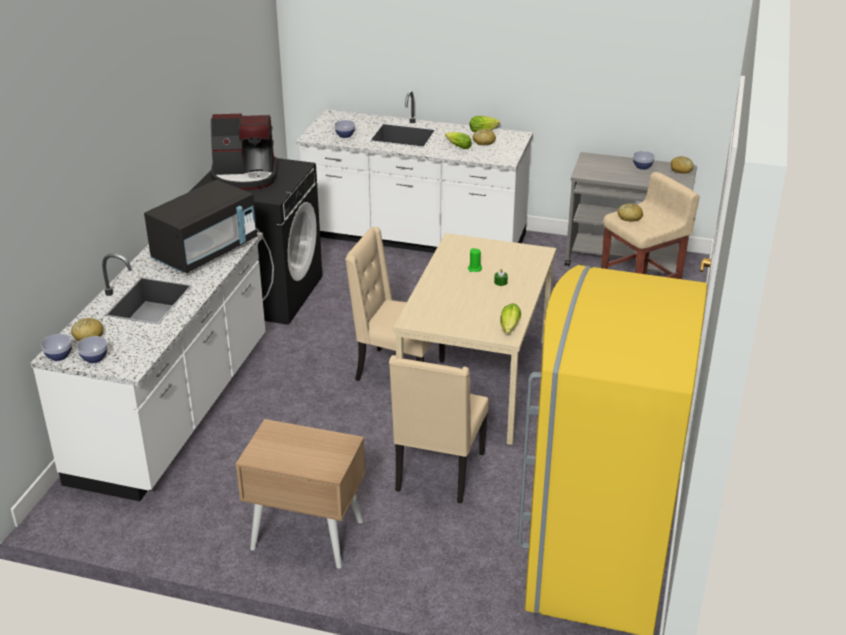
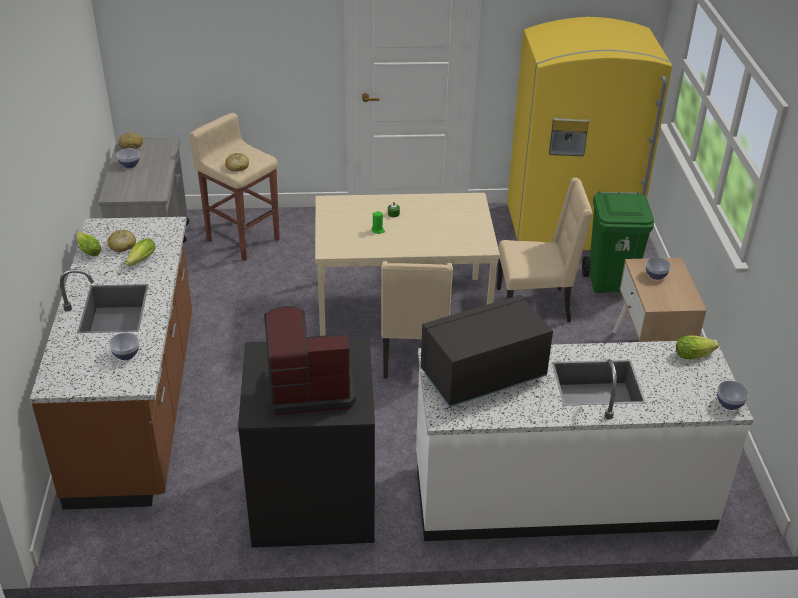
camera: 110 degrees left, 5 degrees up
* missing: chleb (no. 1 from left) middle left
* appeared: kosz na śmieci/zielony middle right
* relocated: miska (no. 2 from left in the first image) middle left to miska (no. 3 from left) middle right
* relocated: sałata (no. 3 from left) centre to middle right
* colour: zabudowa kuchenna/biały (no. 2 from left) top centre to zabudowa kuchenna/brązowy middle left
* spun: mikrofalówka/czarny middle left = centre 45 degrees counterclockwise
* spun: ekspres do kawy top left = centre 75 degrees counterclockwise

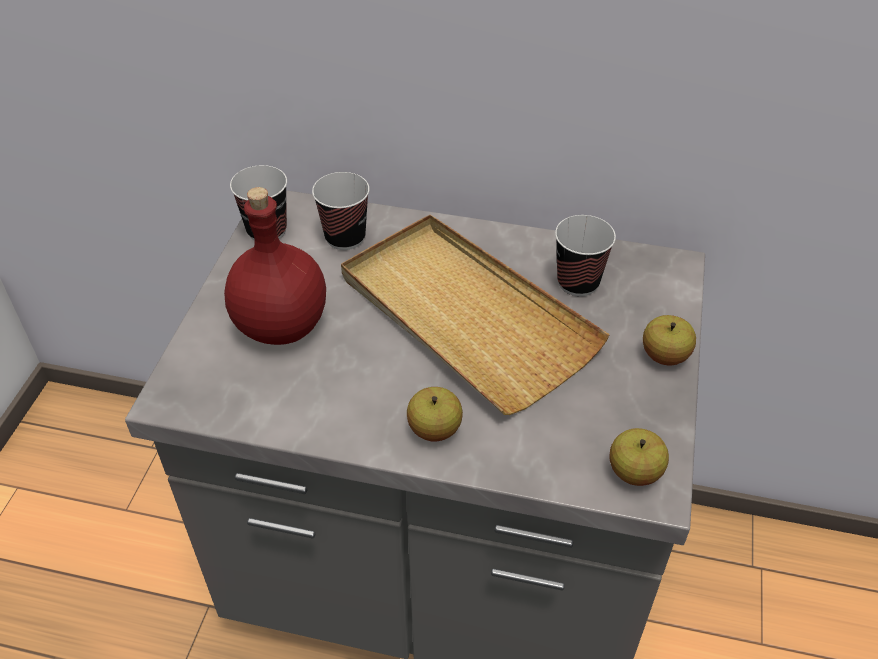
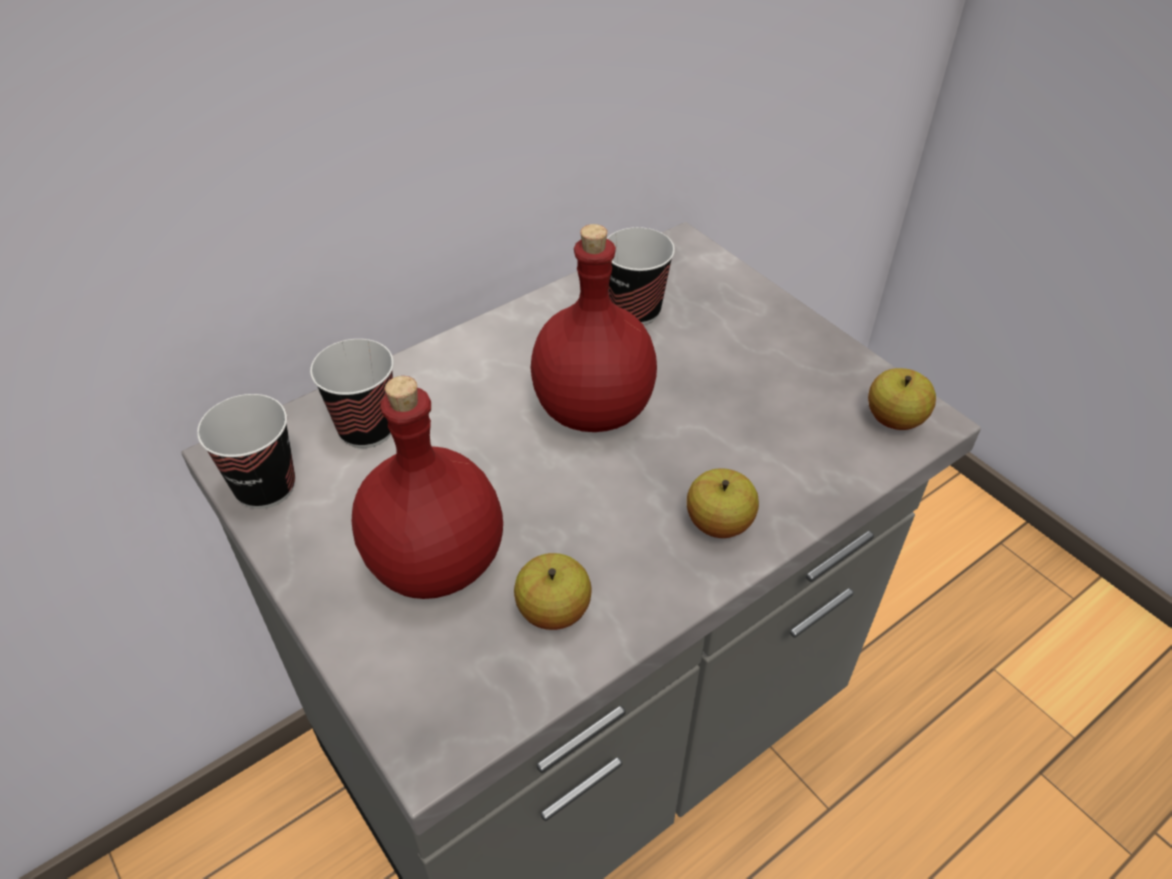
camera: 50 degrees left, 0 degrees up
* relocated: jabłko (no. 3 from left in the first image) middle right to jabłko (no. 1 from left) bottom centre
* exchanged: taca/beżowy centre to butelka/czerwony (no. 2 from left) centre

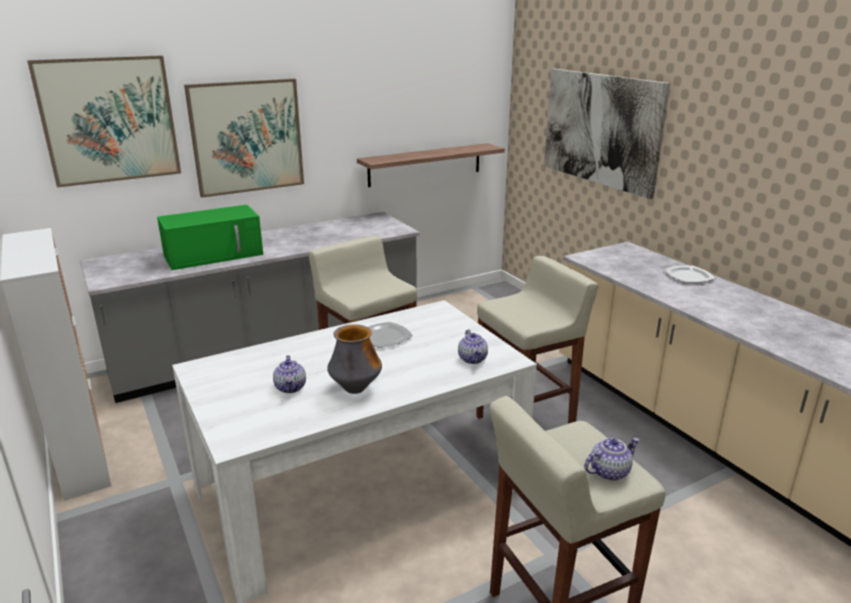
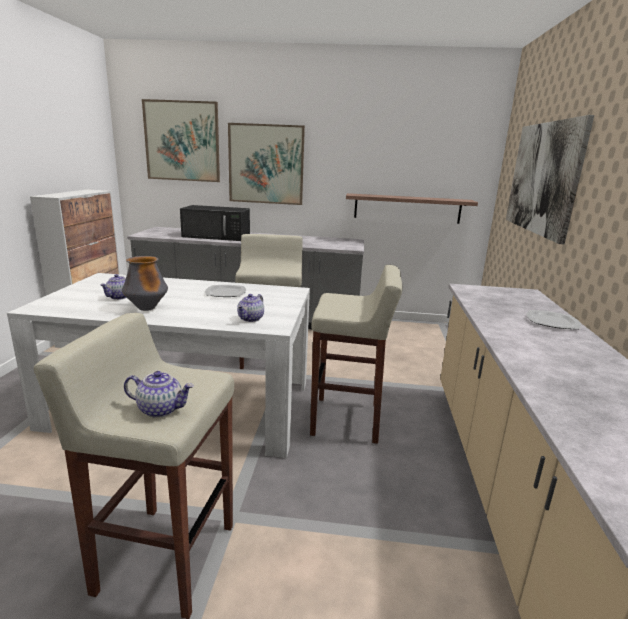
camera: 35 degrees right, 5 degrees down
* colour: mikrofalówka/zielony middle left to mikrofalówka/czarny centre

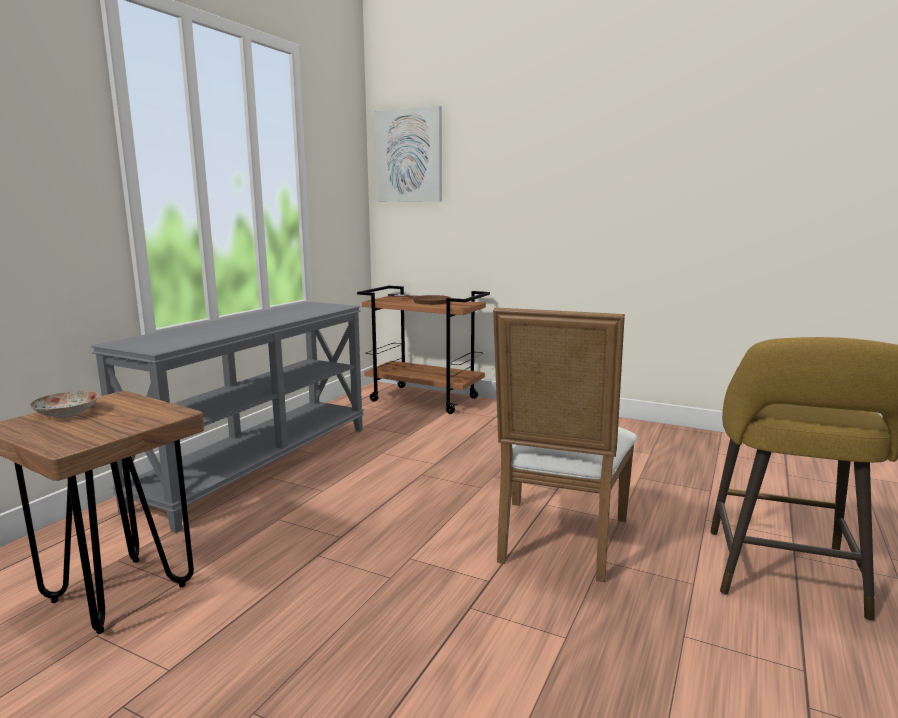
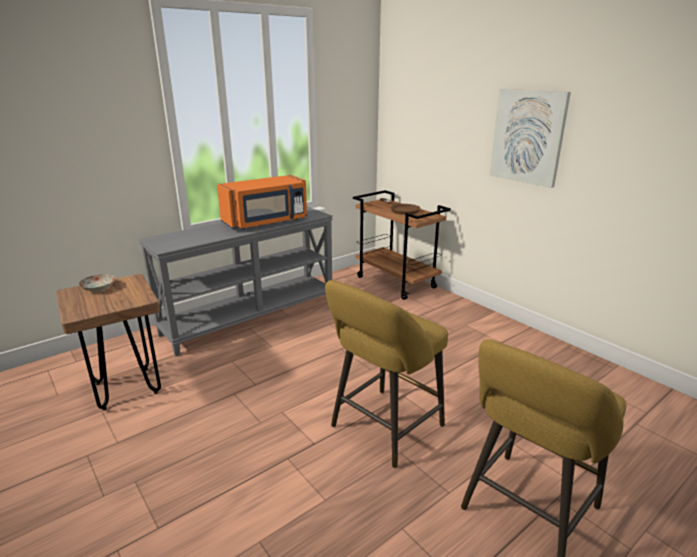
camera: 25 degrees right, 10 degrees up
* appeared: mikrofalówka/pomarańczowy centre
* relocated: obraz top centre to top right
* exchanged: krzesło/biały centre to stołek/żółty (no. 1 from left) bottom centre

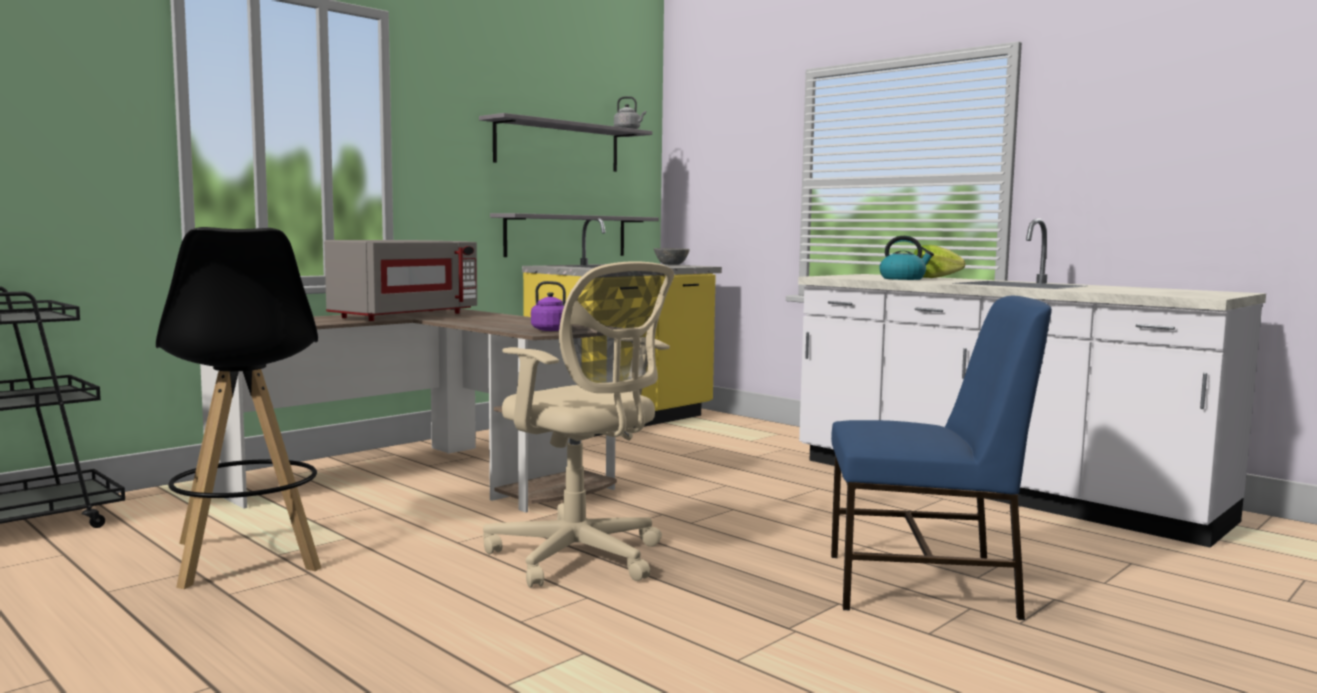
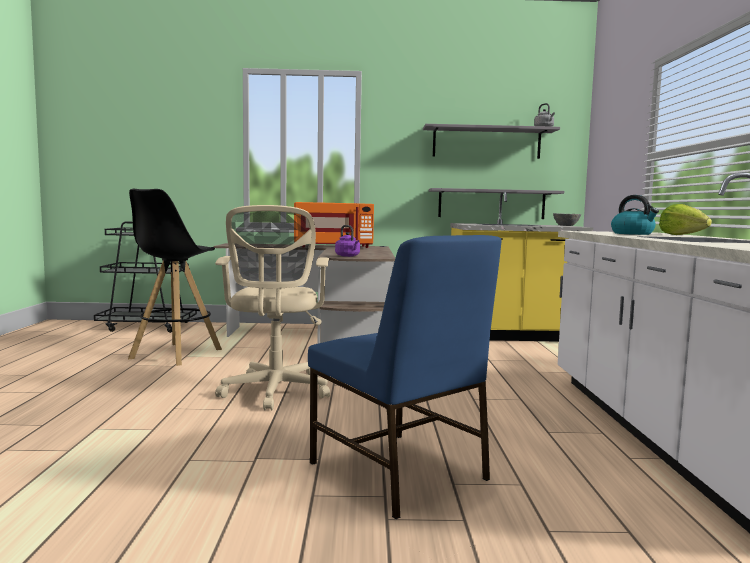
camera: 45 degrees right, 0 degrees up
* colour: mikrofalówka/szary middle left to mikrofalówka/pomarańczowy centre

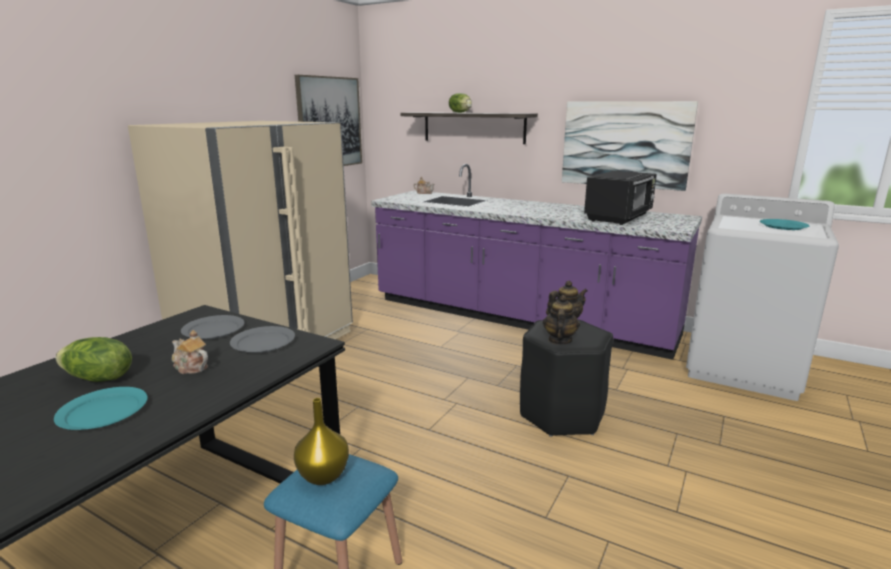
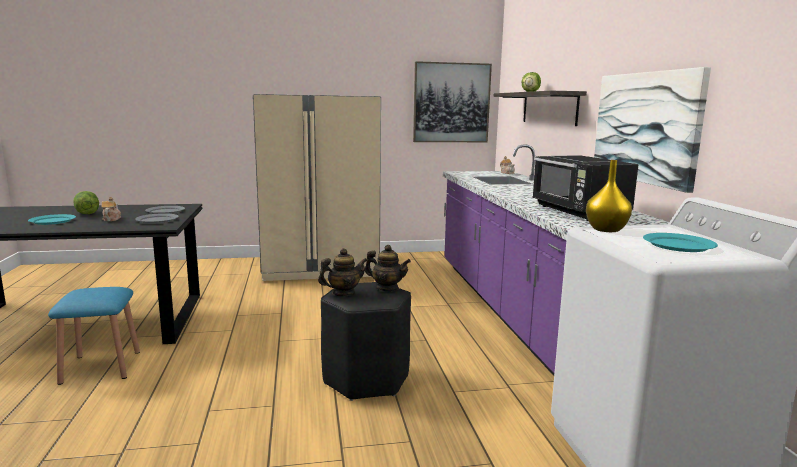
camera: 50 degrees right, 5 degrees down
* relocated: wazon/żółty bottom centre to middle right
* spun: mikrofalówka/czarny middle right = middle right 75 degrees clockwise

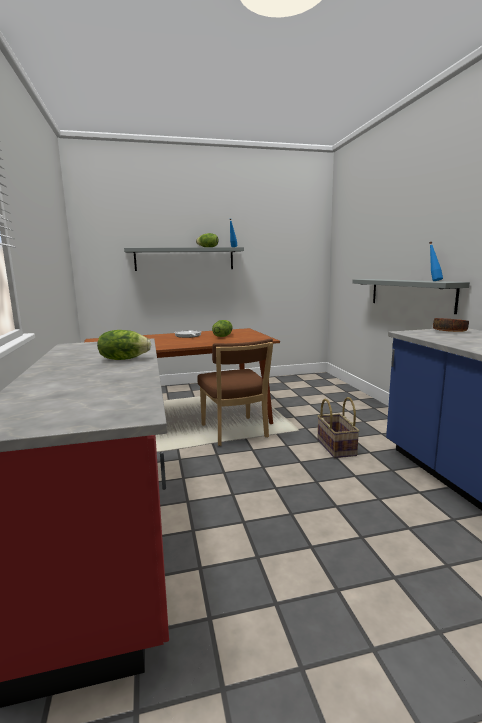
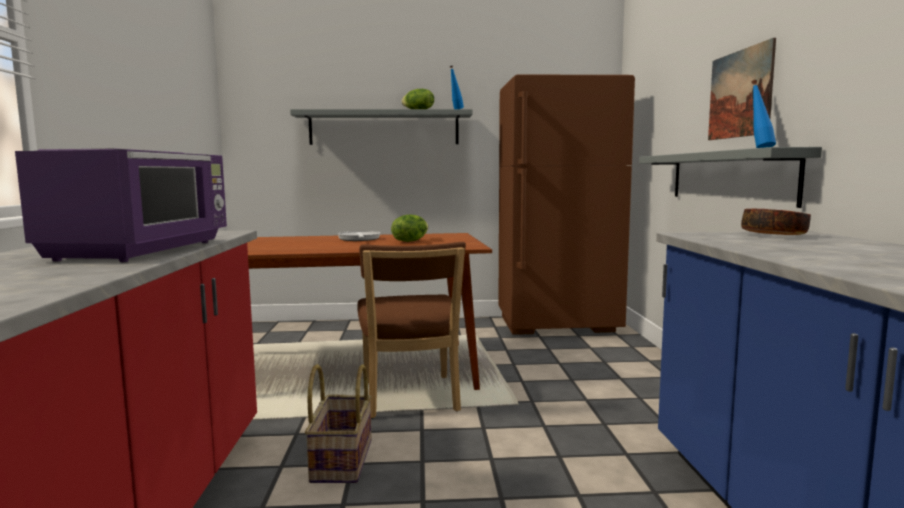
camera: 10 degrees right, 5 degrees down
* appeared: lodówka/brązowy centre
* appeared: obraz top right
* relocated: koszyk middle right to bottom centre
* exchanged: sałata (no. 1 from left) middle left to mikrofalówka/fioletowy middle left

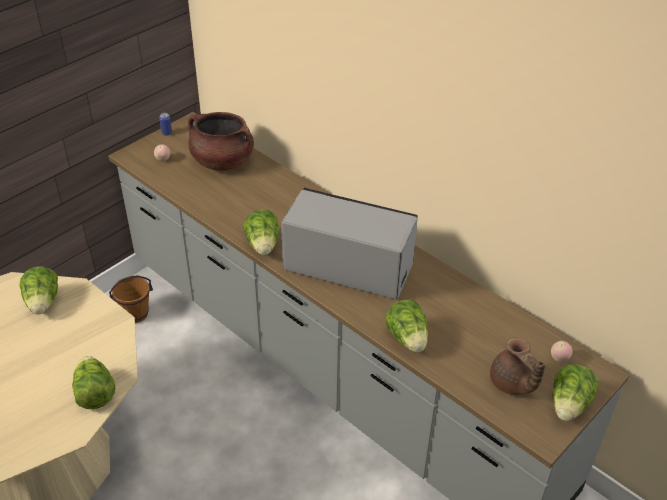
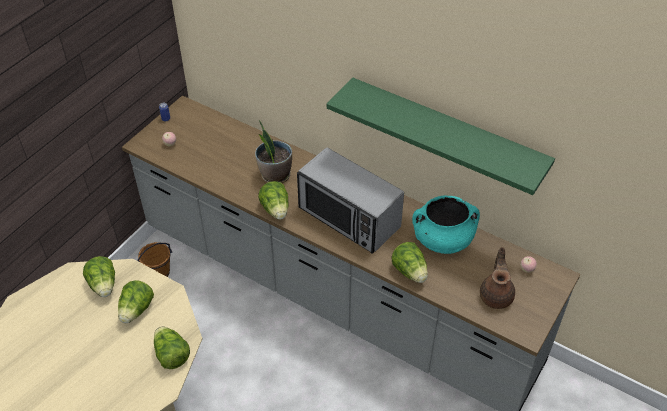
camera: 10 degrees left, 5 degrees up
* missing: garnek/brązowy top left
* appeared: roślina doniczkowa centre
* appeared: półka/zielony top centre
* appeared: garnek/turkusowy middle right
* relocated: sałata (no. 5 from left in the first image) bottom right to sałata (no. 2 from left) bottom left
* spun: mikrofalówka centre = centre 150 degrees counterclockwise
* spun: imbryk/brązowy bottom right = bottom right 135 degrees counterclockwise

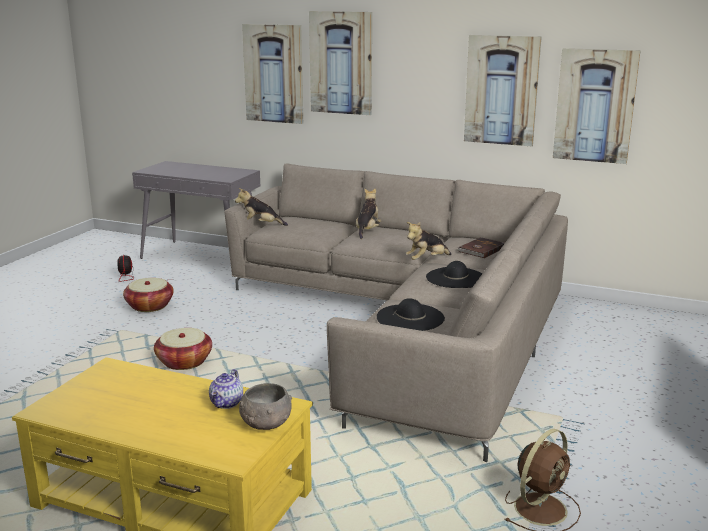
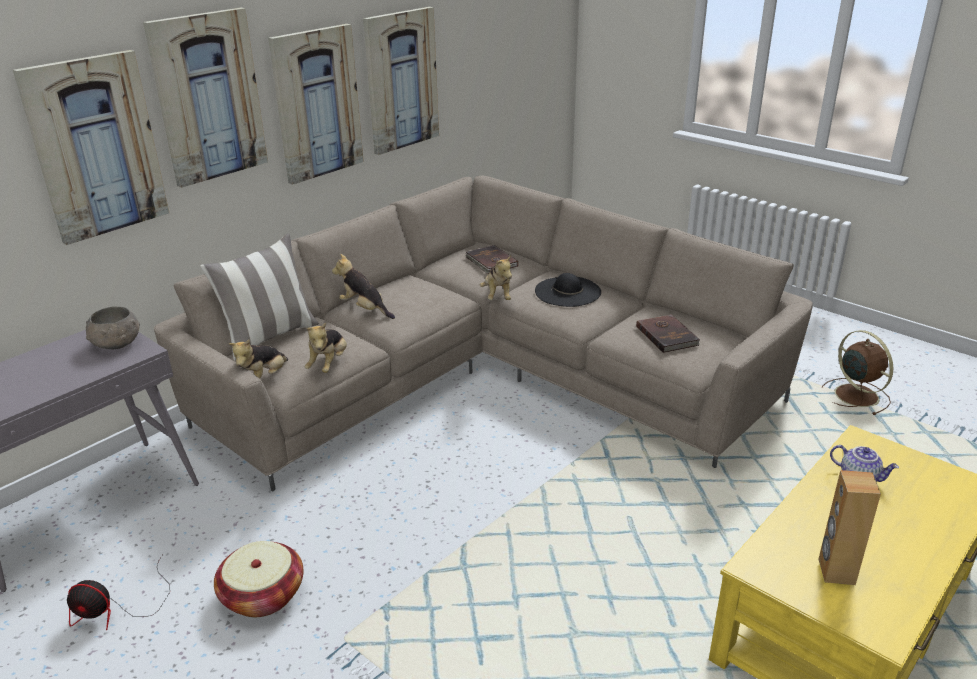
camera: 70 degrees left, 10 degrees up
* missing: koszyk (no. 2 from left) middle left
* appeared: poduszka middle left
* appeared: pluszak (no. 2 from left) centre
* appeared: głośnik/brązowy bottom right
* relocated: miska/szary bottom centre to middle left
* relocated: obraz (no. 4 from left in the first image) top right to obraz (no. 3 from left) top left
* exchanged: kapelusz/czarny (no. 1 from left) centre to książka/brązowy (no. 2 from left) middle right

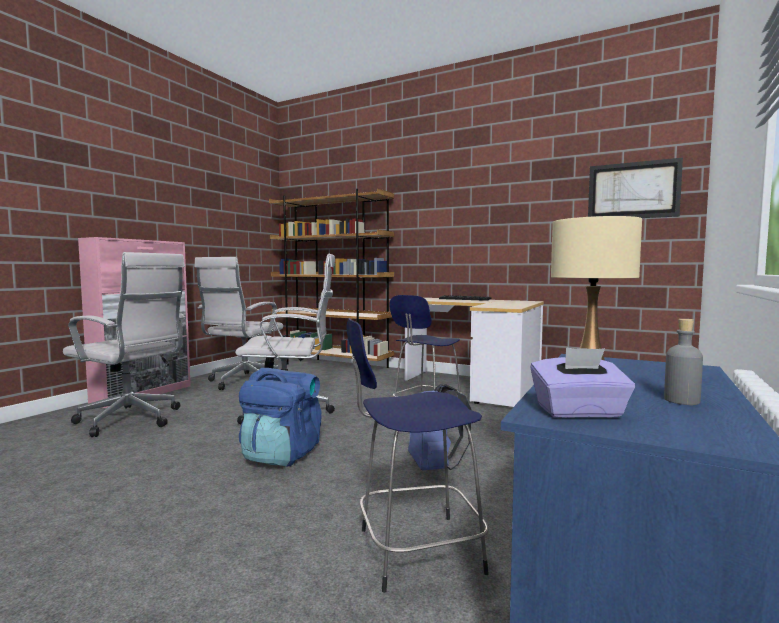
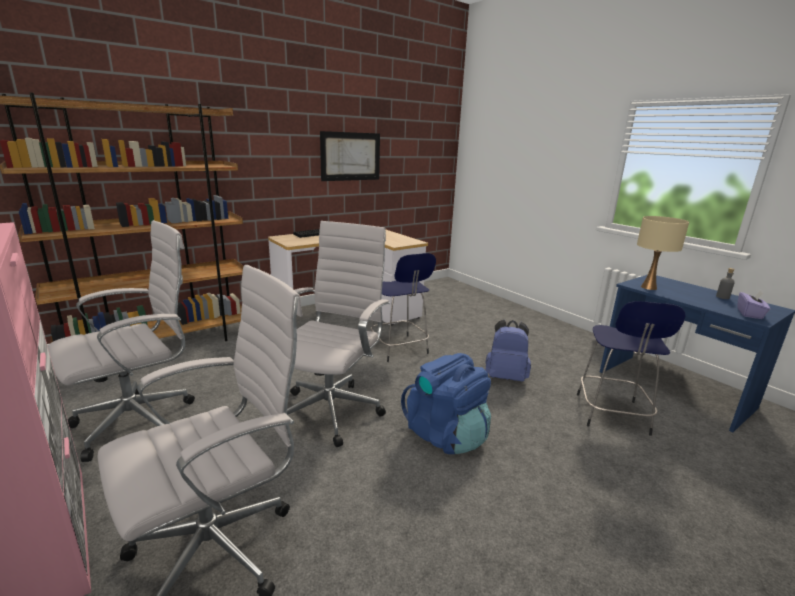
camera: 65 degrees left, 15 degrees up
* relocated: obraz top right to top centre
* spun: krzesło biurowe/biały (no. 2 from left in the first image) middle left = middle left 90 degrees counterclockwise

